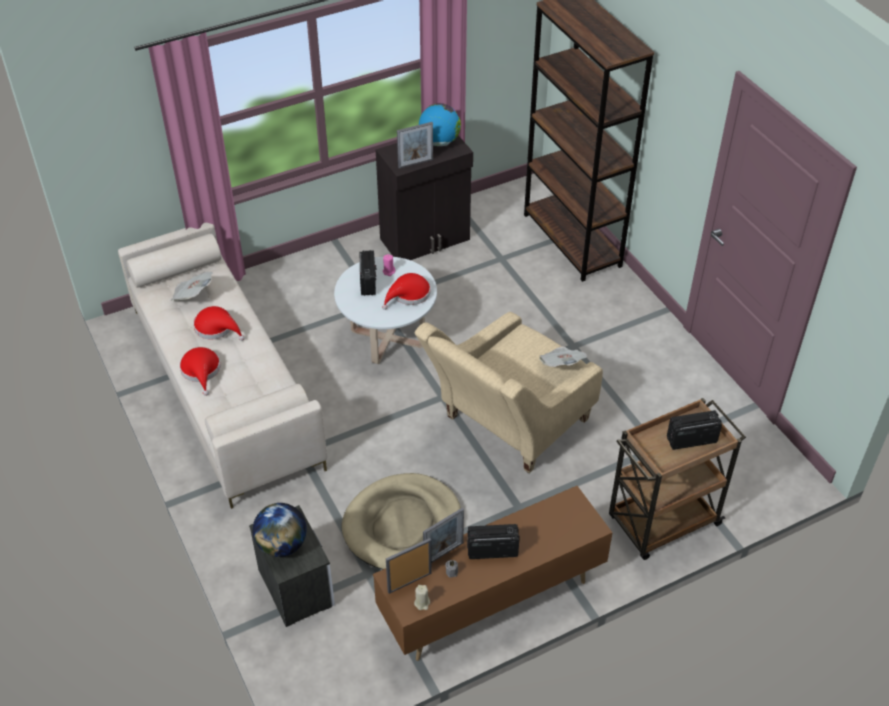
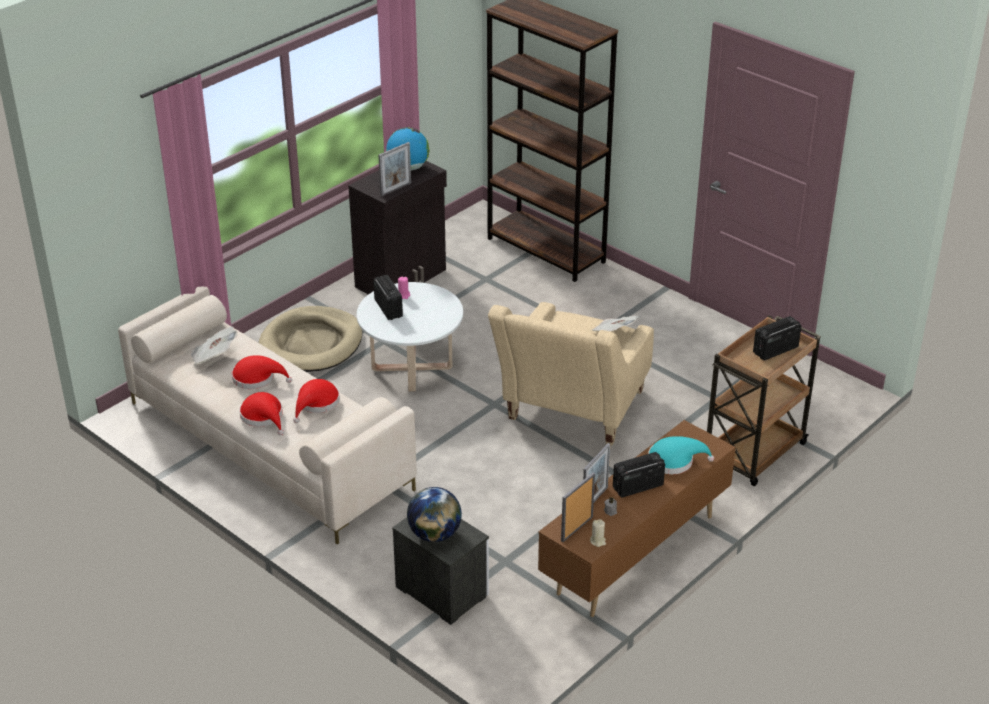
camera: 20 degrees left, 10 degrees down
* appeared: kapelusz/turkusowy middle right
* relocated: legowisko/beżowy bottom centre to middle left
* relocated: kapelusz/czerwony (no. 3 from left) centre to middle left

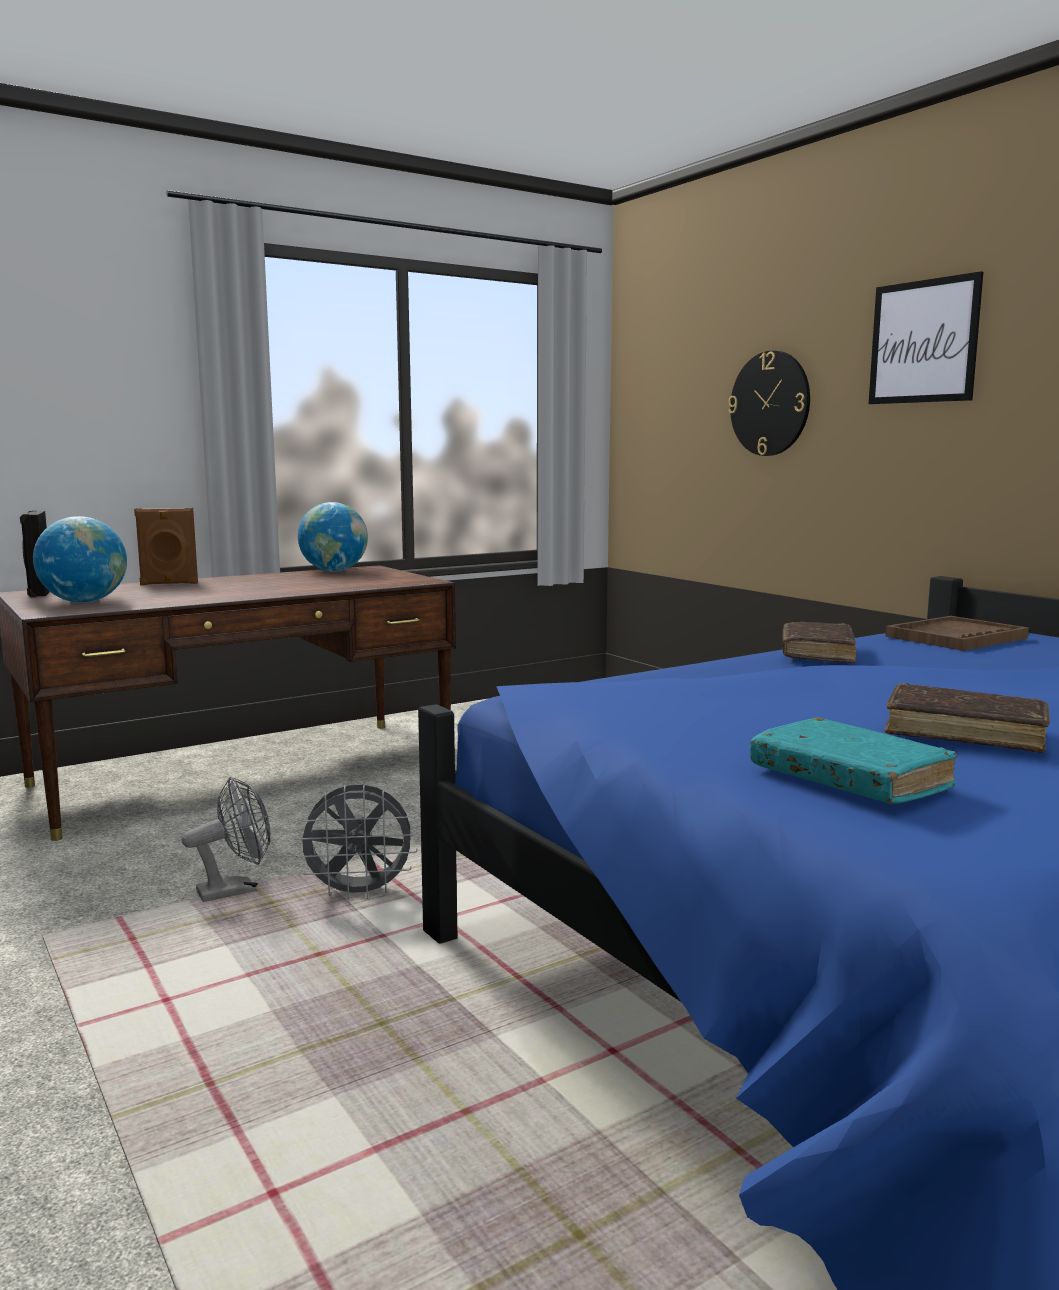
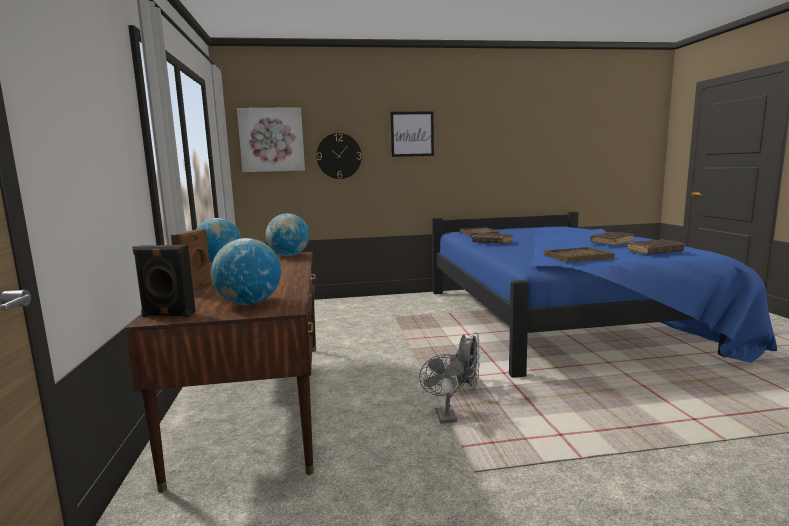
camera: 65 degrees left, 0 degrees up
* appeared: obraz (no. 1 from left) top centre
* appeared: globus (no. 3 from left) centre
* appeared: taca/brązowy (no. 2 from left) middle right
* colour: książka/turkusowy middle right to książka/brązowy (no. 3 from left) middle right

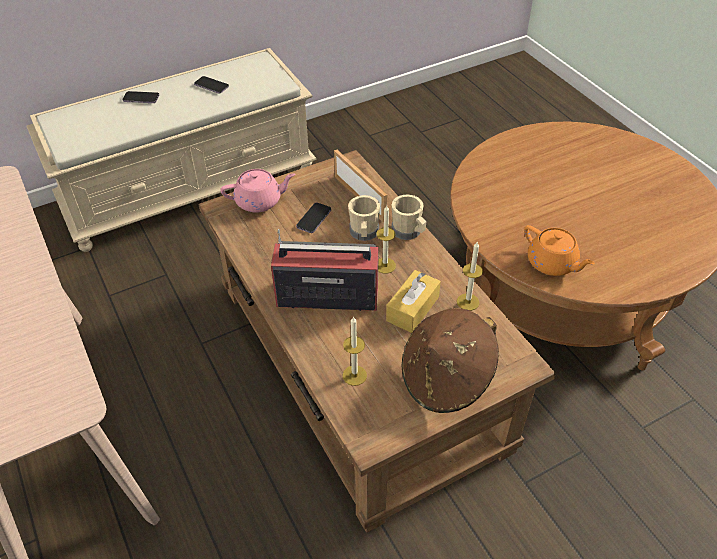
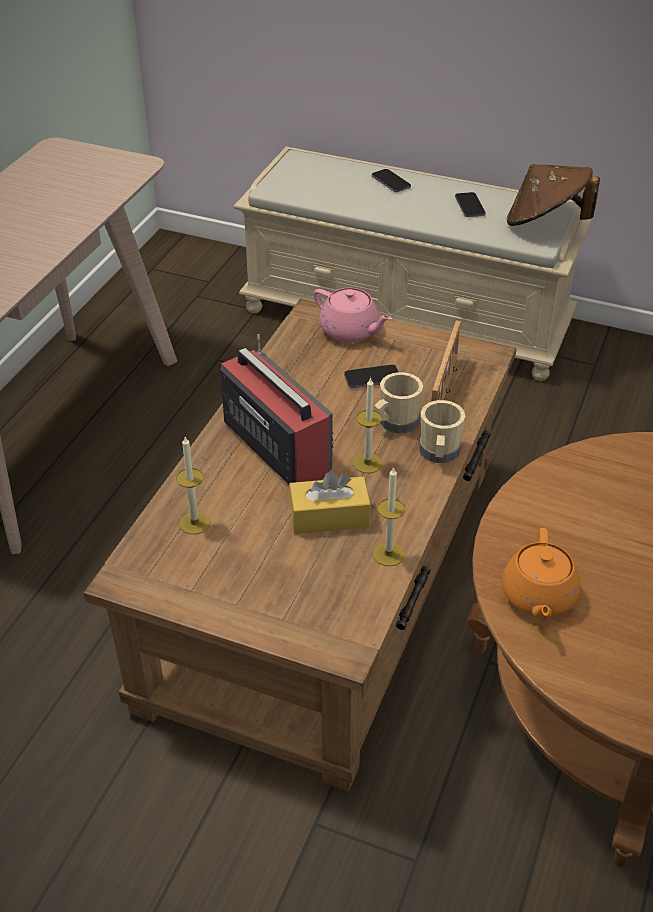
camera: 50 degrees right, 5 degrees down
* relocated: kapelusz/brązowy centre to top right

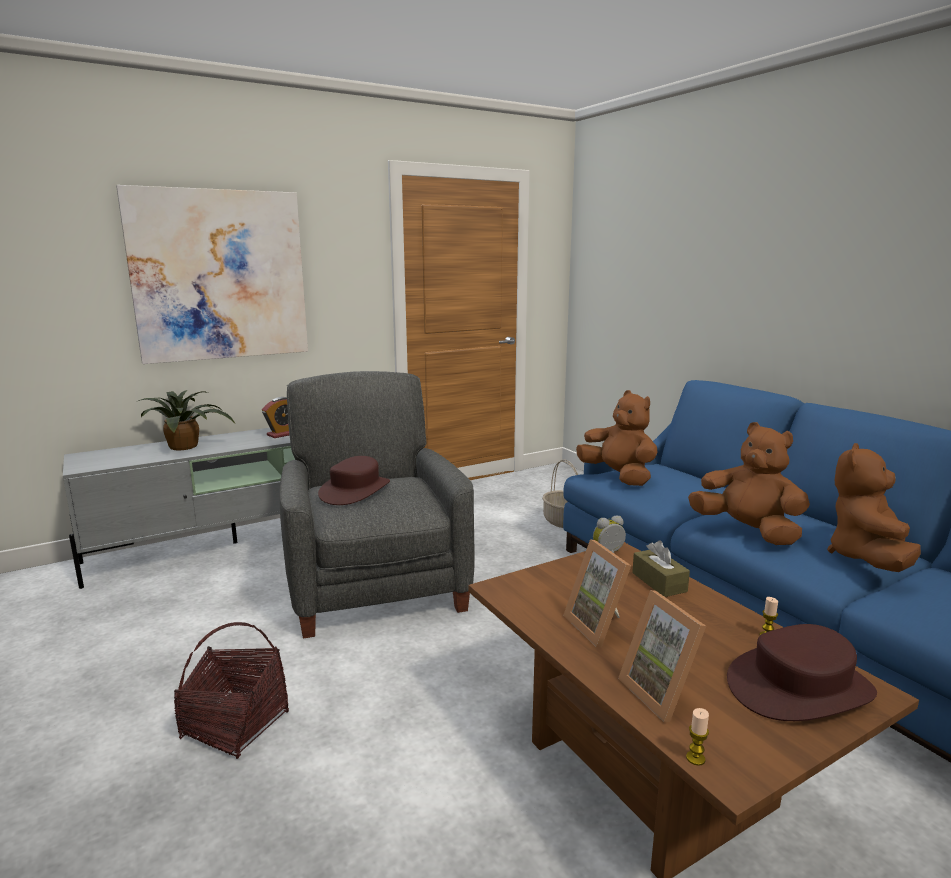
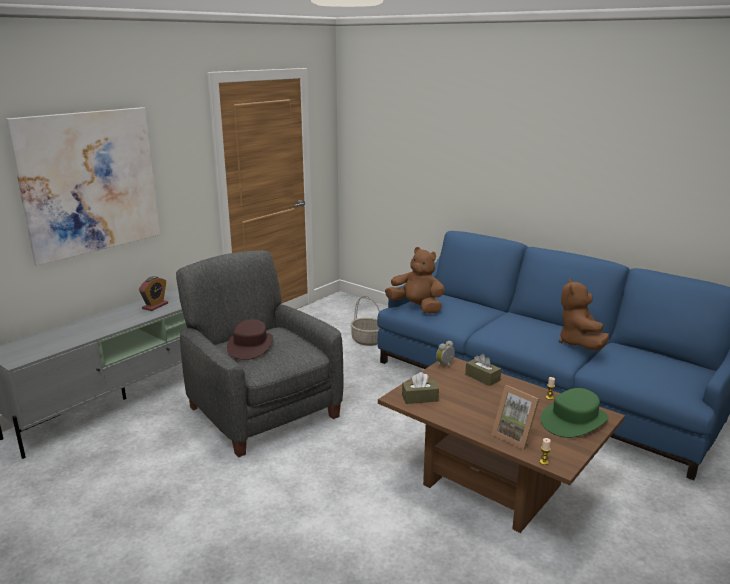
camera: 20 degrees left, 5 degrees up
* missing: roślina doniczkowa middle left
* missing: koszyk (no. 1 from left) bottom left
* missing: ramka na zdjęcie (no. 1 from left) bottom centre
* missing: pluszak/brązowy (no. 2 from left) middle right
* appeared: pudełko chusteczek/brązowy (no. 1 from left) centre
* colour: kapelusz/brązowy (no. 2 from left) bottom right to kapelusz/zielony bottom right

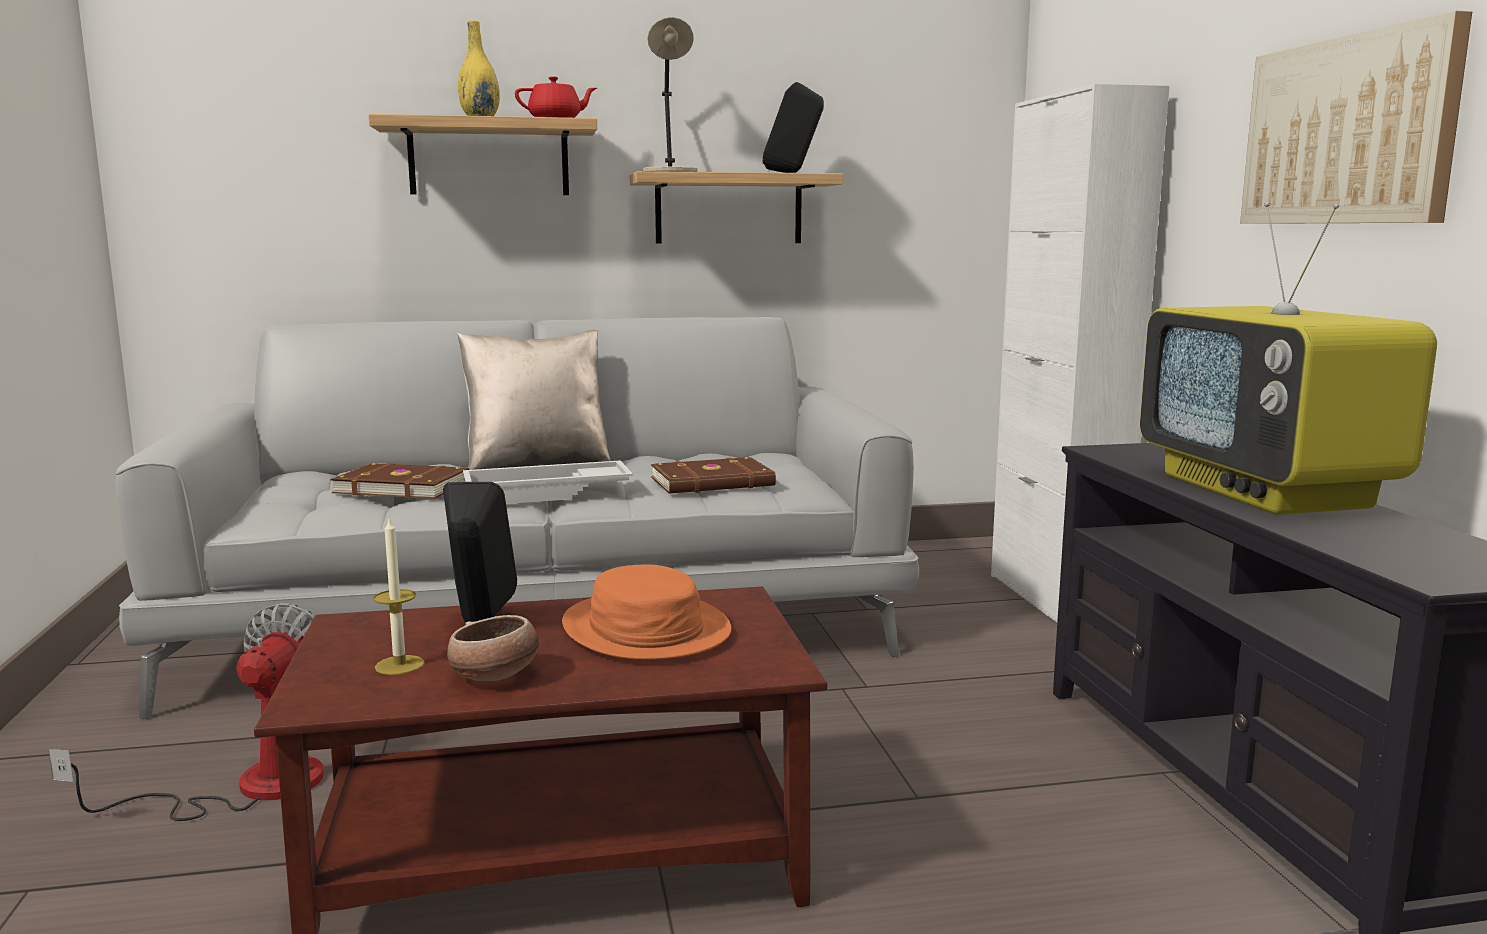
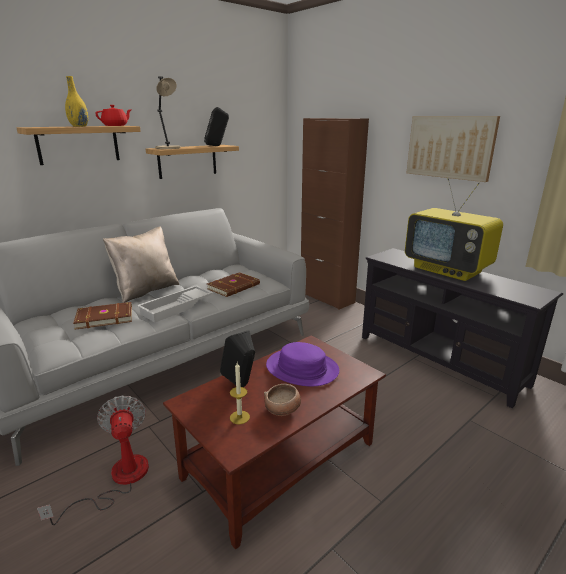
camera: 30 degrees left, 10 degrees up
* colour: kapelusz/pomarańczowy centre to kapelusz/fioletowy centre
* colour: szafka/biały middle right to szafka/brązowy centre

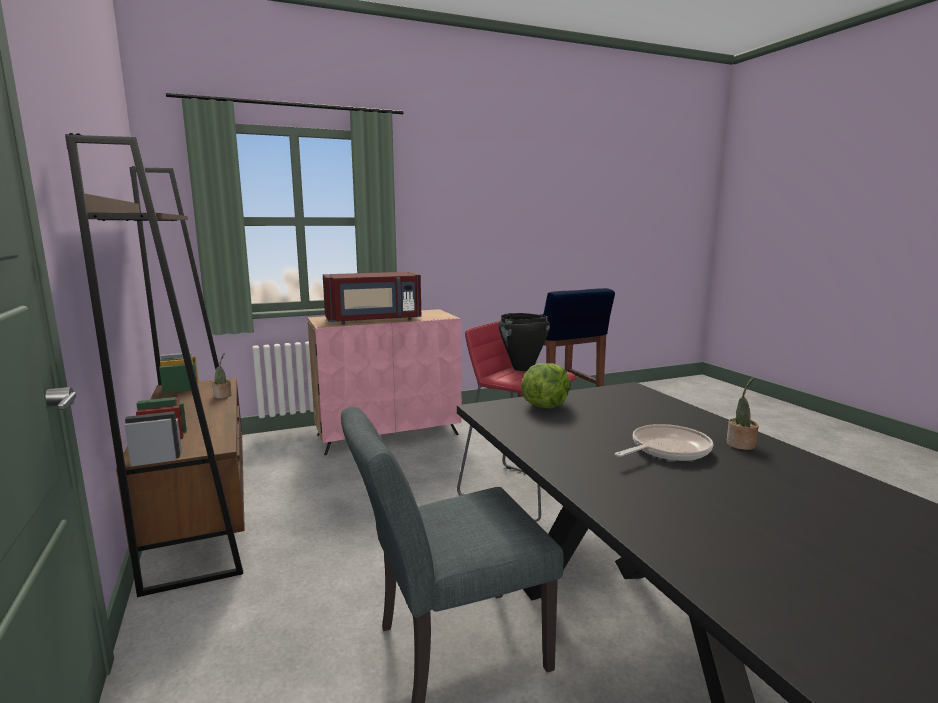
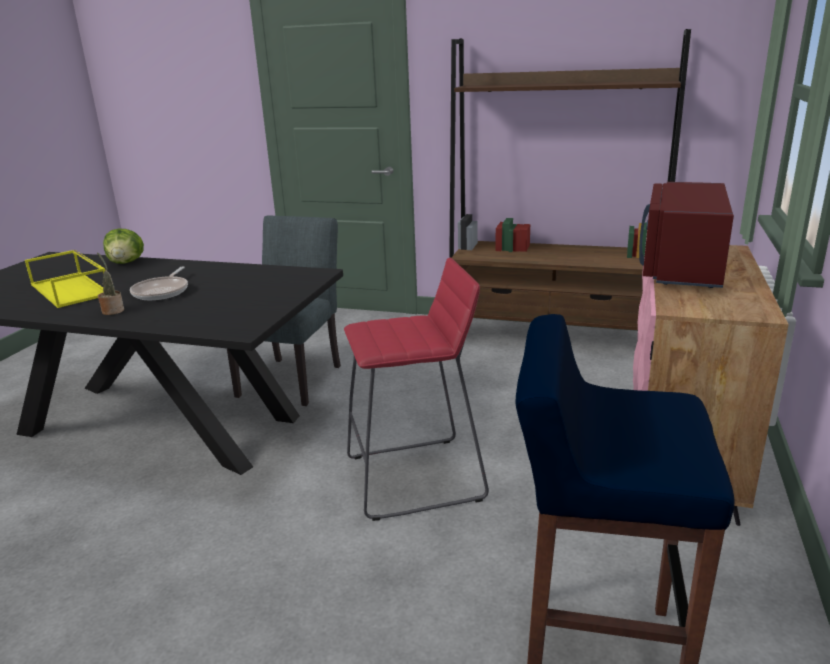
camera: 130 degrees right, 10 degrees up
* missing: roślina doniczkowa (no. 1 from left) middle left
* missing: garnek/czarny centre
* appeared: taca/żółty middle left
* relocated: sałata centre to middle left

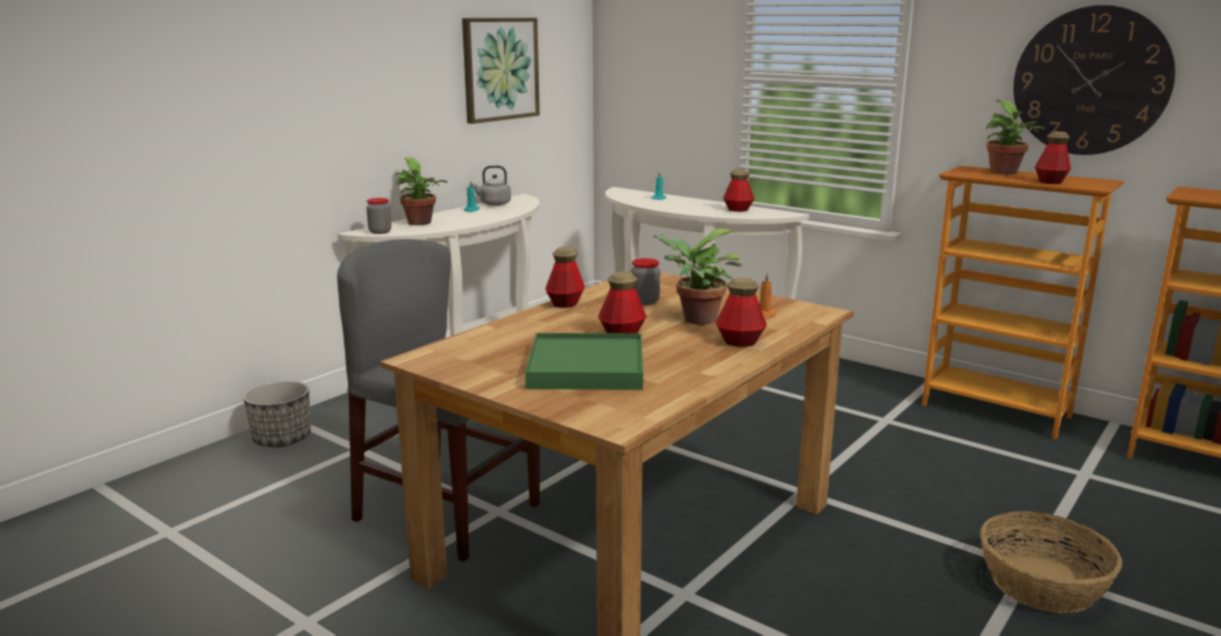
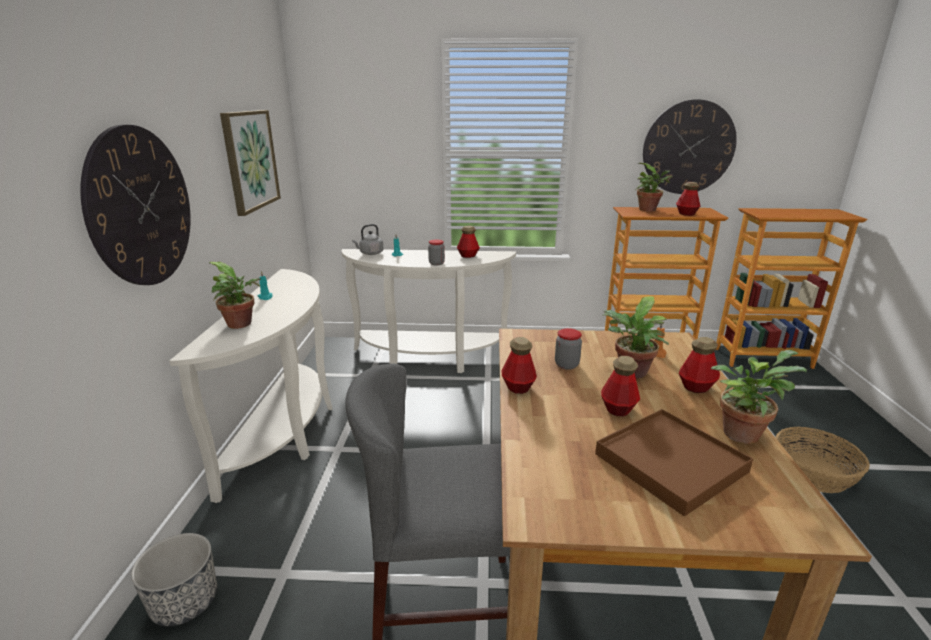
camera: 35 degrees left, 5 degrees up
* appeared: zegar ścienny (no. 1 from left) top left
* appeared: roślina doniczkowa (no. 4 from left) middle right
* relocated: słoik (no. 1 from left) middle left to centre
* relocated: czajnik/szary top centre to centre
* colour: taca/zielony centre to taca/brązowy bottom right

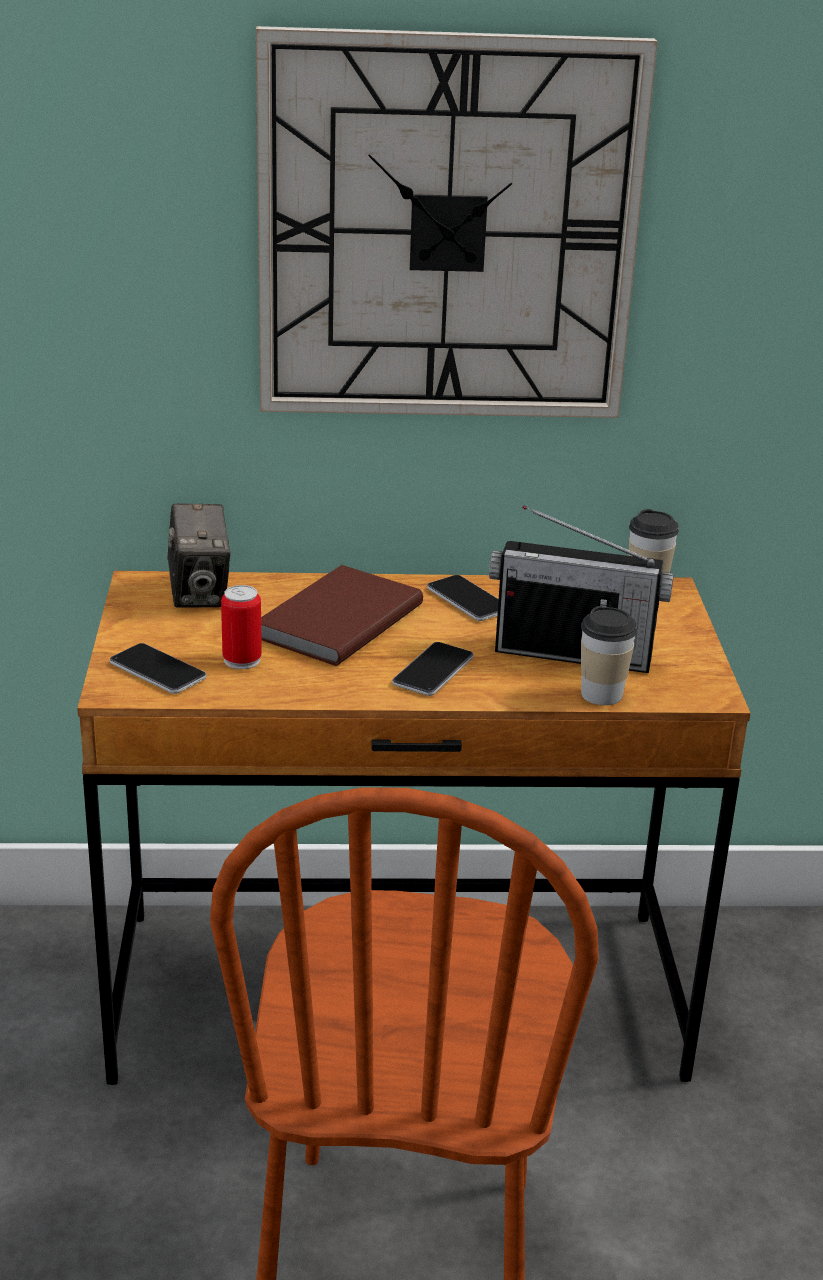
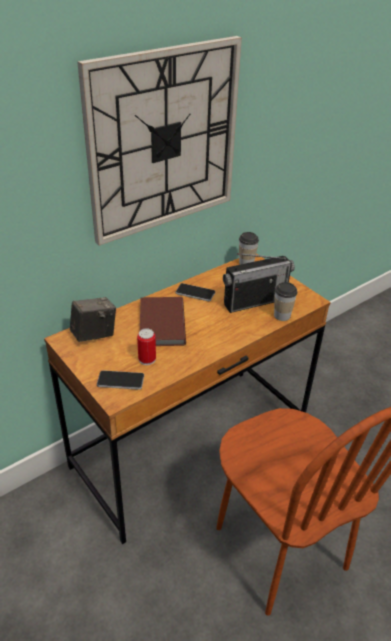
camera: 35 degrees left, 10 degrees up
* missing: telefon (no. 2 from left) centre
* spun: aparat fotograficzny middle left = middle left 75 degrees counterclockwise

